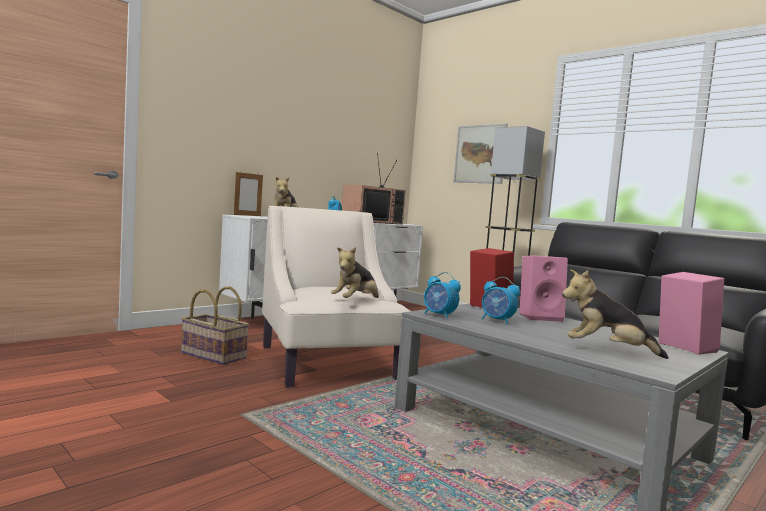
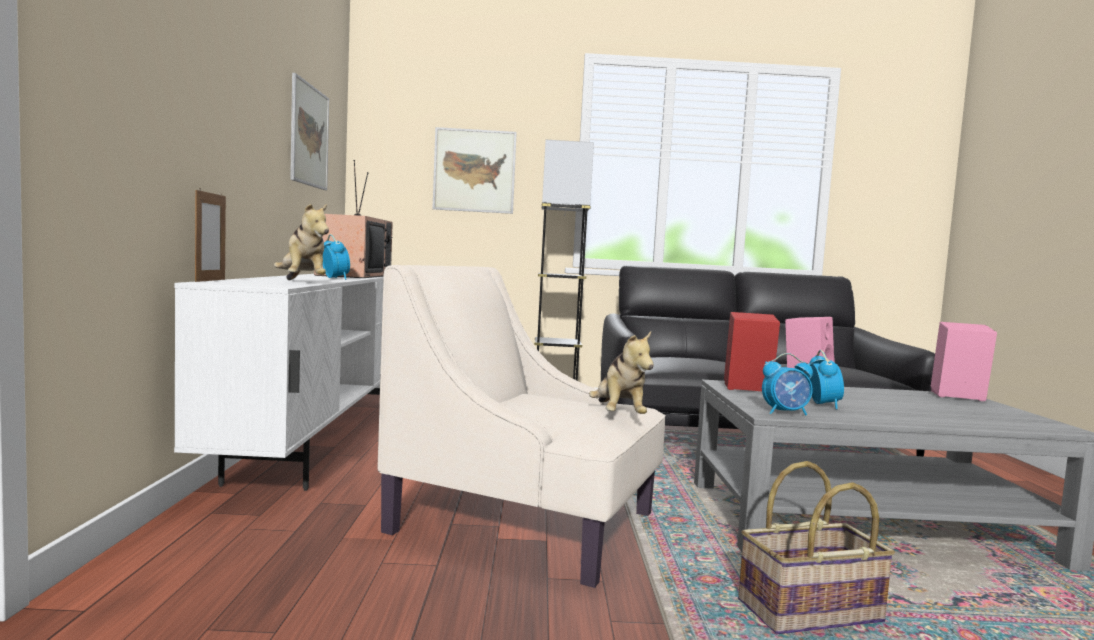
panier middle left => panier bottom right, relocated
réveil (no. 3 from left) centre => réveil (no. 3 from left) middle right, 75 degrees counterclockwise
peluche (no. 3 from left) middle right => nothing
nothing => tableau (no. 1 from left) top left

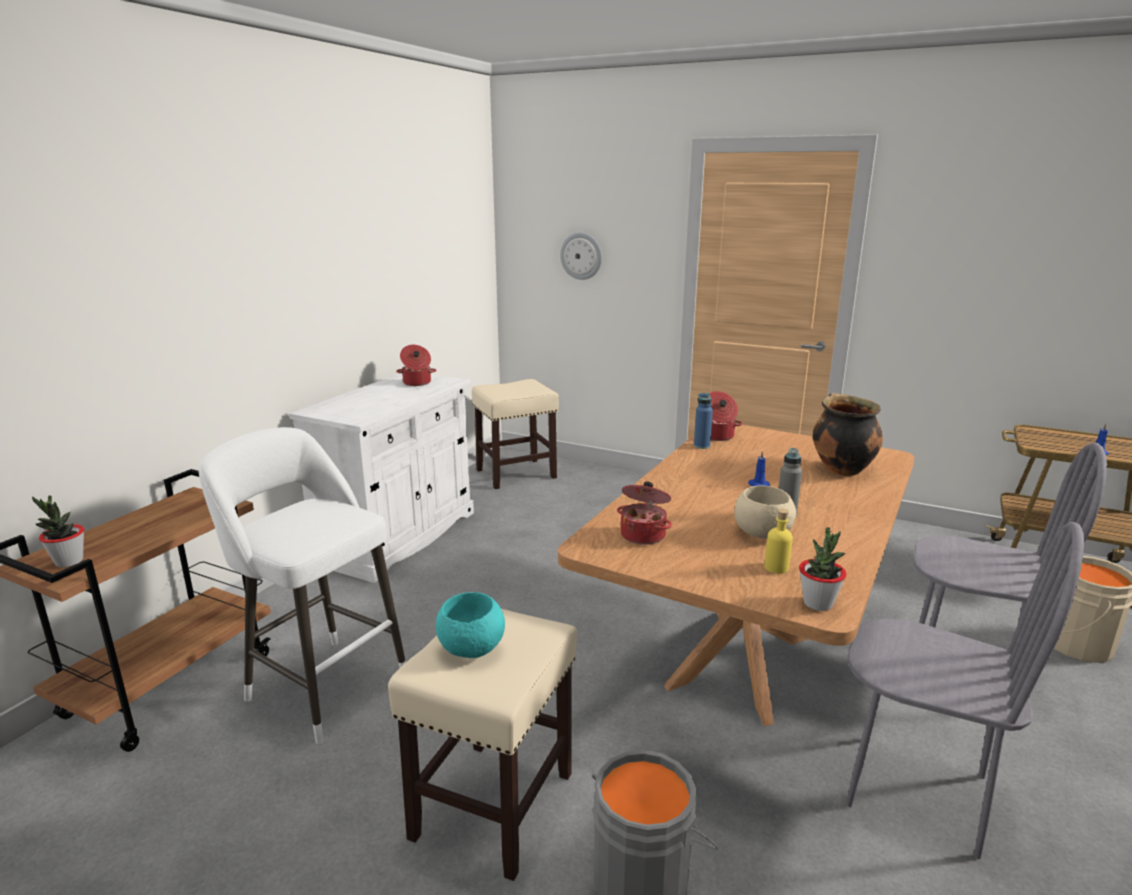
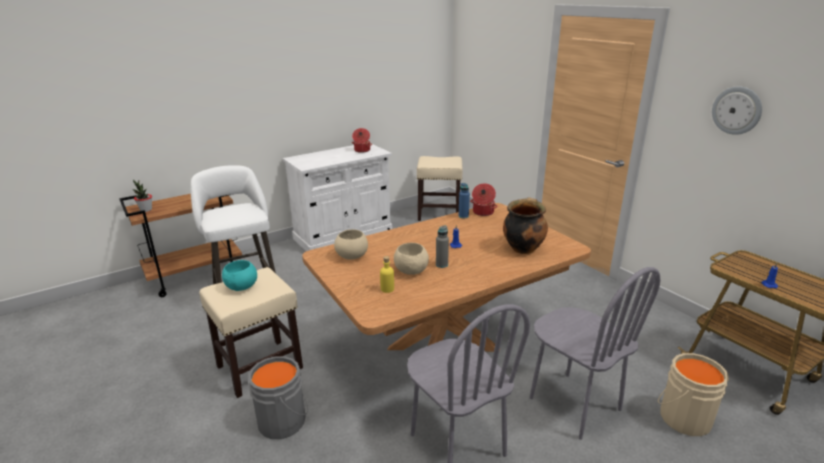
horloge murale top centre => horloge murale top right, relocated
marmite (no. 2 from left) centre => bol [beige] (no. 1 from left) centre
plante en pot (no. 2 from left) middle right => nothing

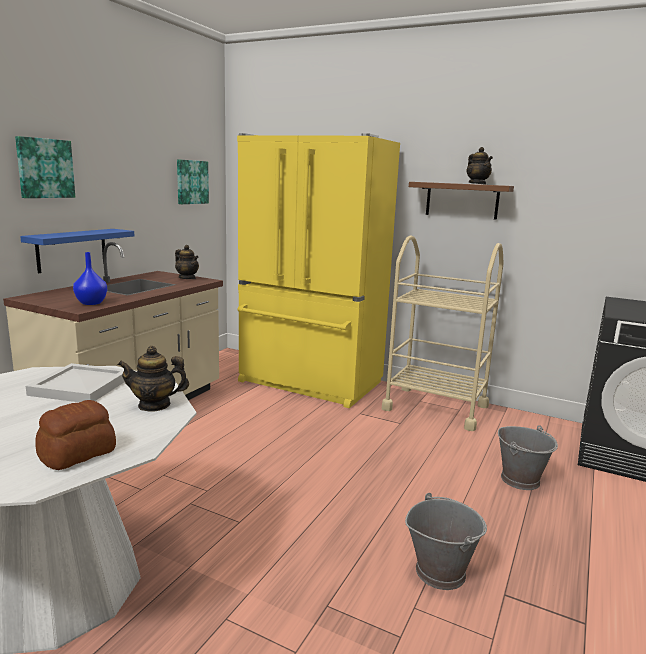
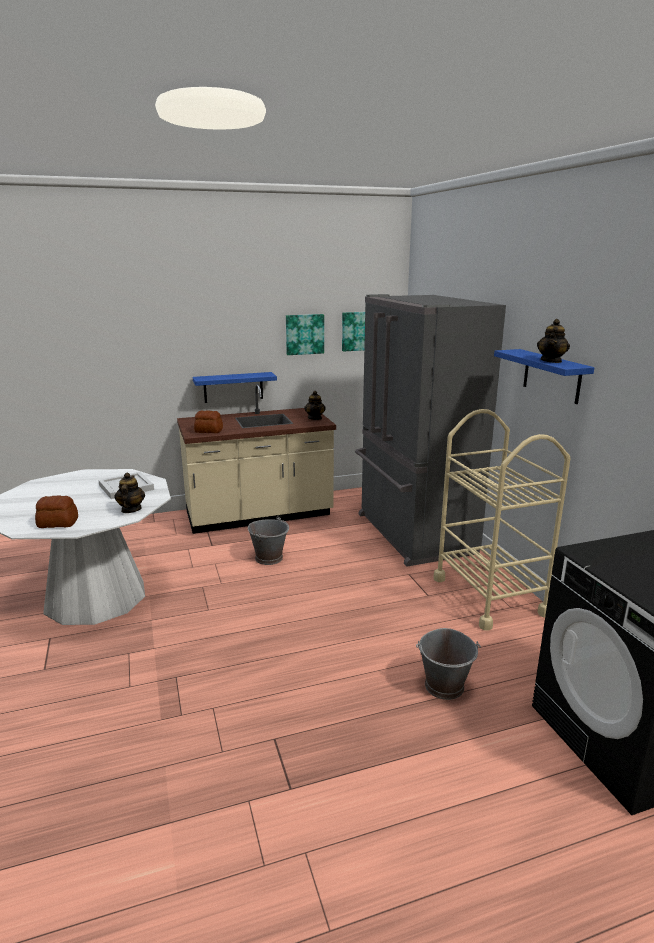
tableau (no. 1 from left) top left => tableau (no. 1 from left) centre, relocated
vase [bleu] middle left => pain (no. 2 from left) middle left
théière (no. 1 from left) middle left, 45 degrees clockwise
réfrigérateur [jaune] centre => réfrigérateur [gris] centre
seau [gris] (no. 1 from left) bottom right => seau [gris] (no. 1 from left) centre, relocated
étagère [marron] top right => étagère [bleu] (no. 2 from left) middle right

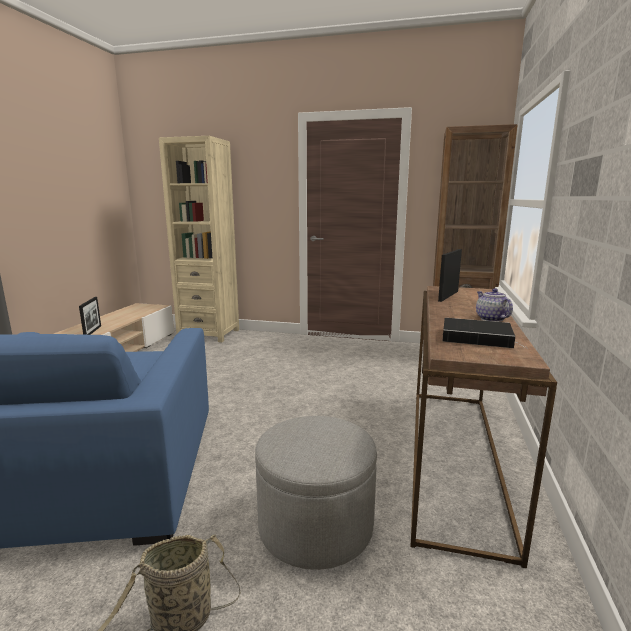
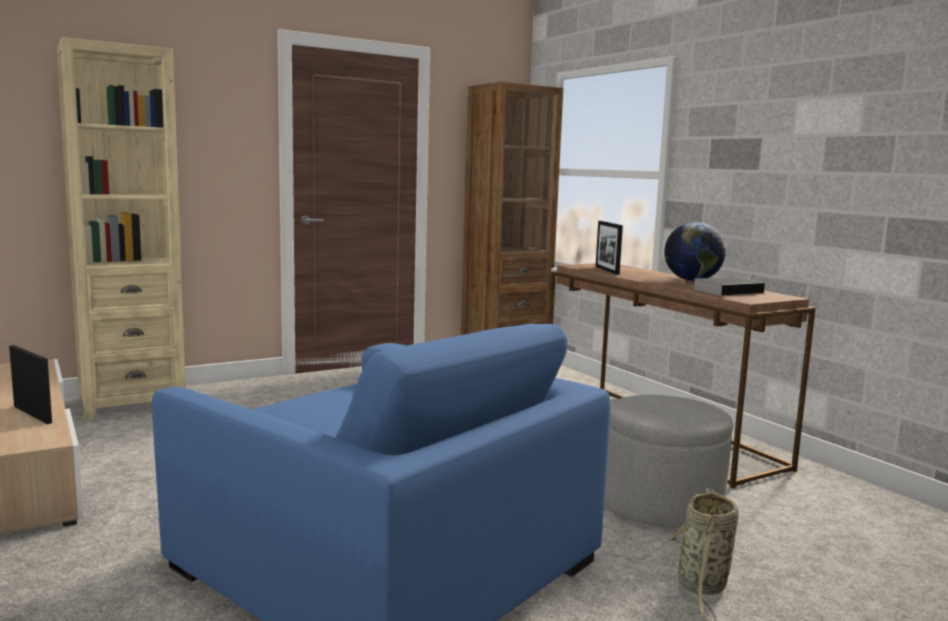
théière middle right => globe middle right

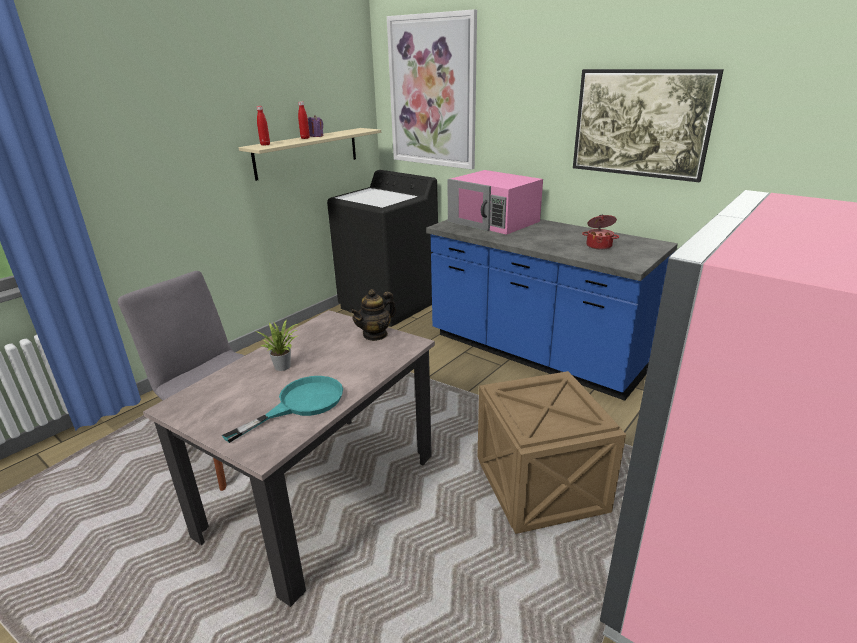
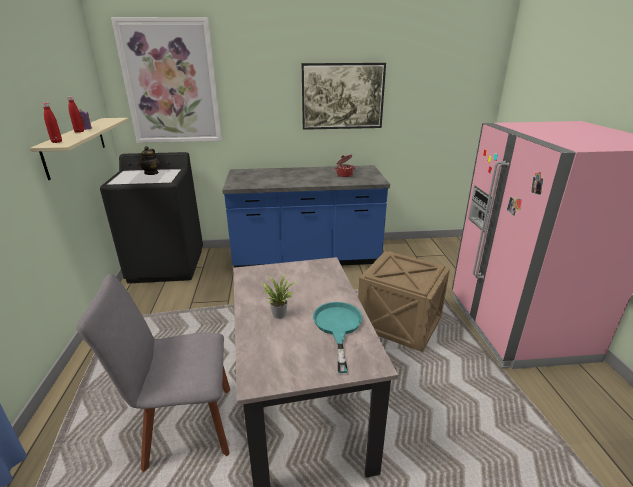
théière centre => théière top left, relocated
micro-ondes [rose] top centre => nothing

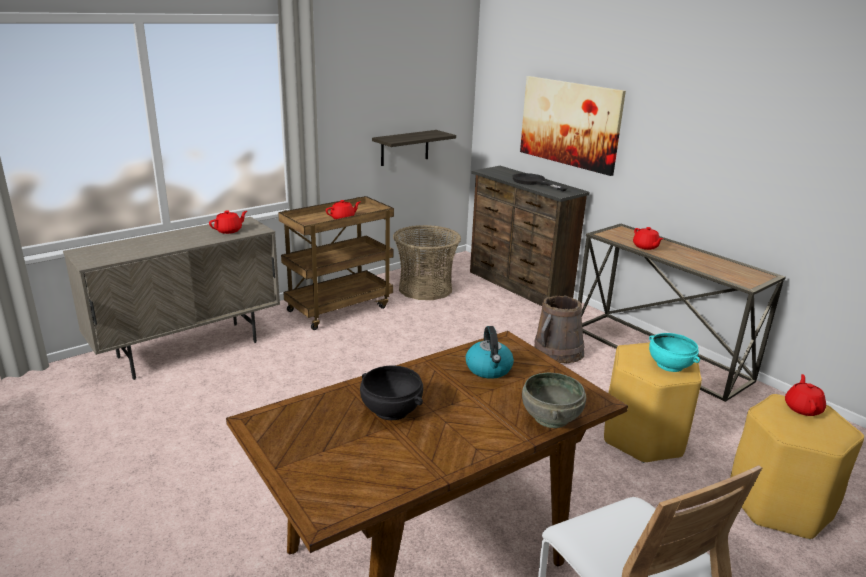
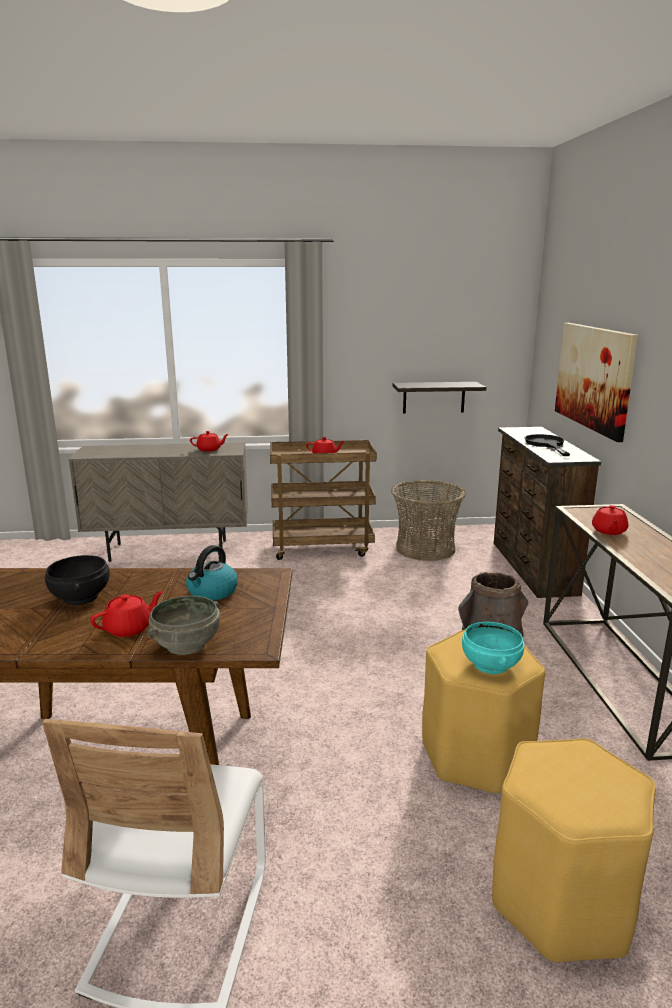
théière [rouge] (no. 4 from left in the first image) bottom right => théière [rouge] (no. 1 from left) middle left, relocated

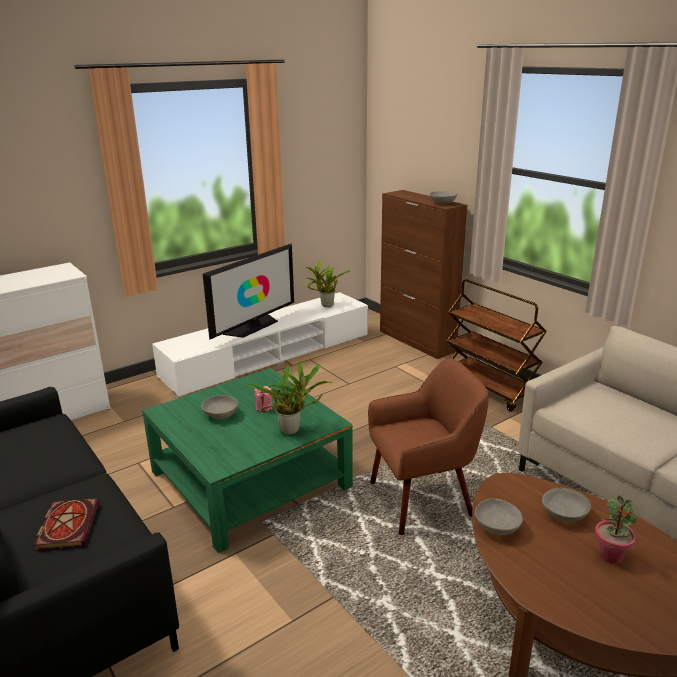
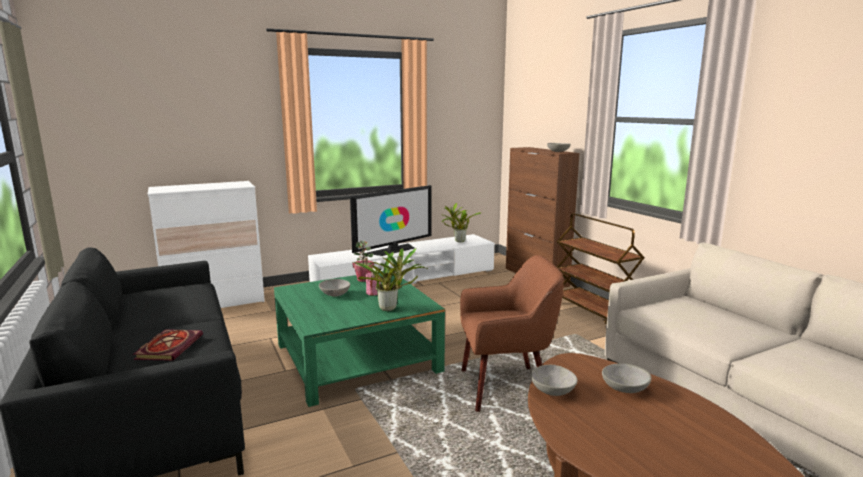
plante en pot (no. 3 from left in the first image) bottom right => plante en pot (no. 1 from left) centre, relocated

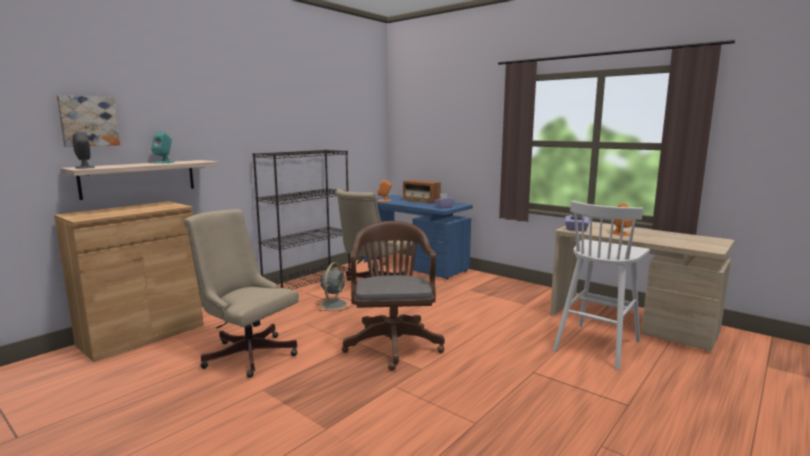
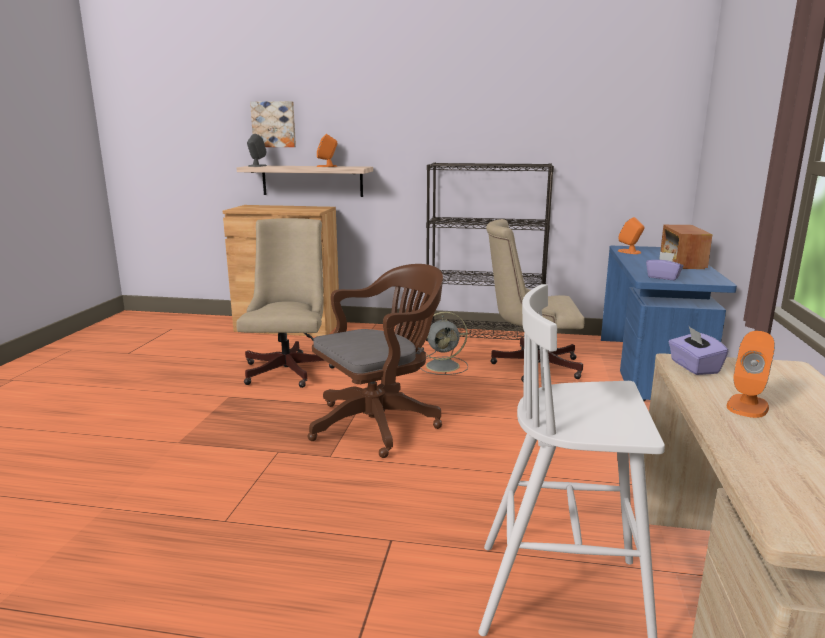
enceinte [turquoise] top left => enceinte [orange] (no. 1 from left) top centre

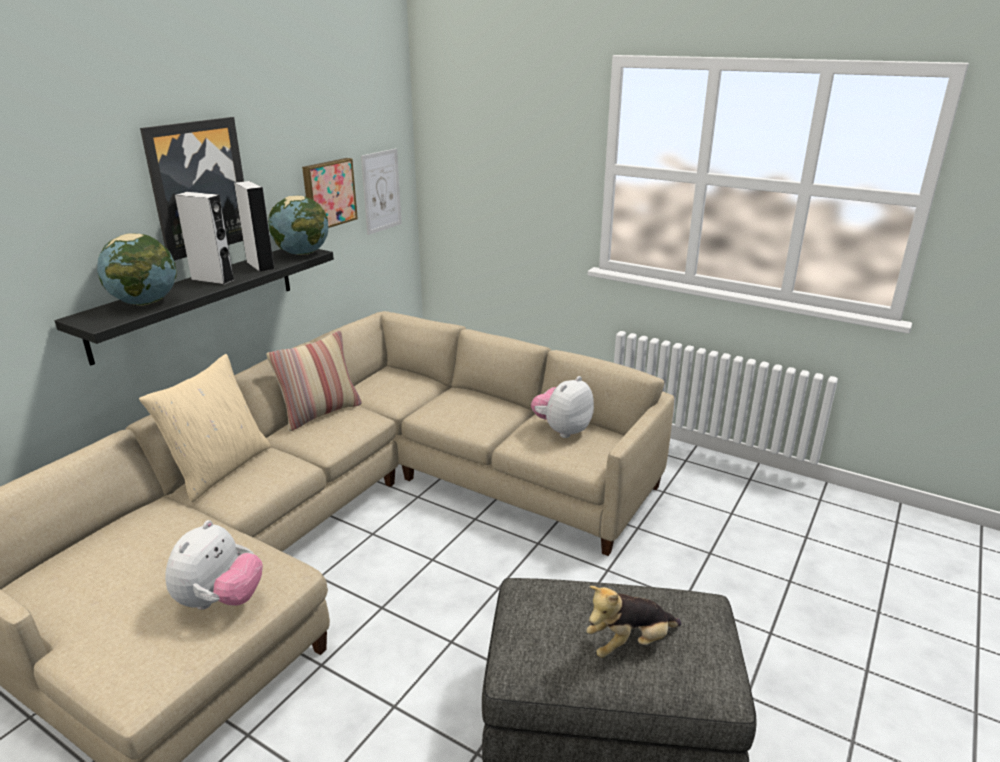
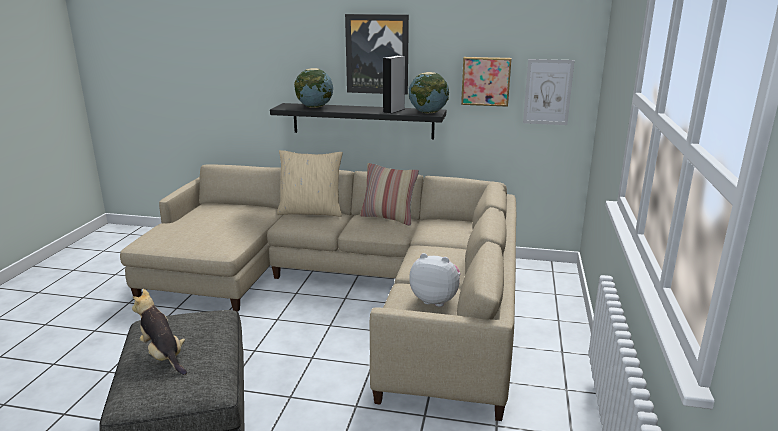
peluche (no. 1 from left) bottom left => nothing
enceinte [gris] (no. 1 from left) top left => nothing

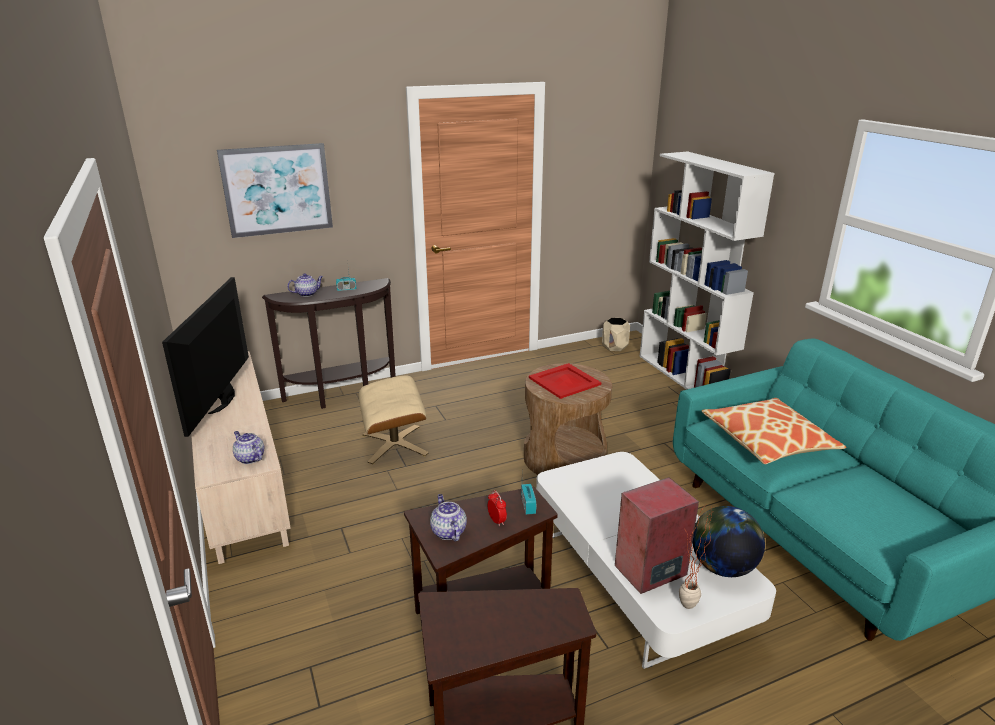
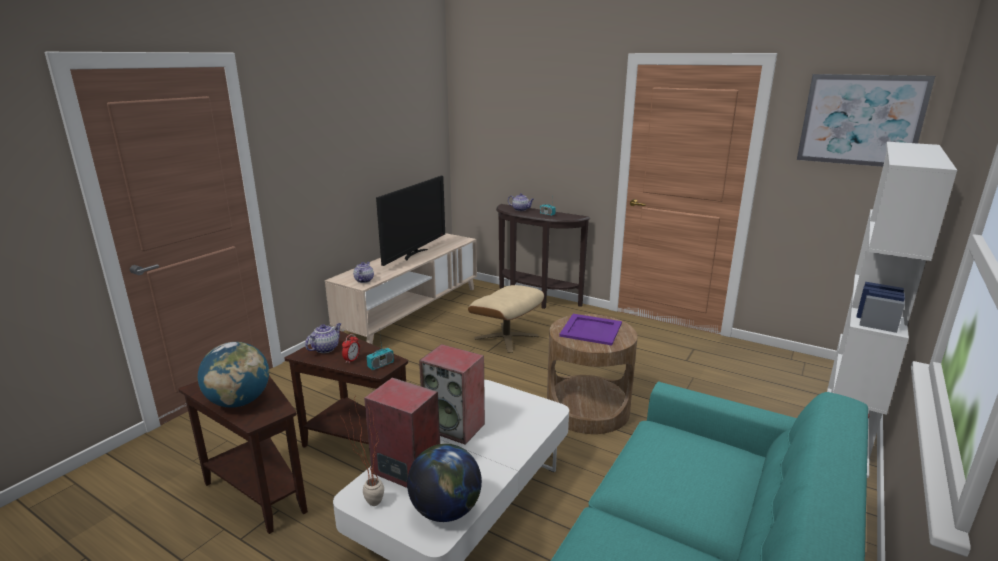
téléviseur middle left => téléviseur centre, 150 degrees clockwise
tableau top left => tableau top right, relocated
plateau [rouge] centre => plateau [violet] centre
cache-pot [beige] centre => nothing
coussin middle right => nothing
nothing => globe (no. 1 from left) bottom left
nothing => enceinte (no. 2 from left) bottom centre

